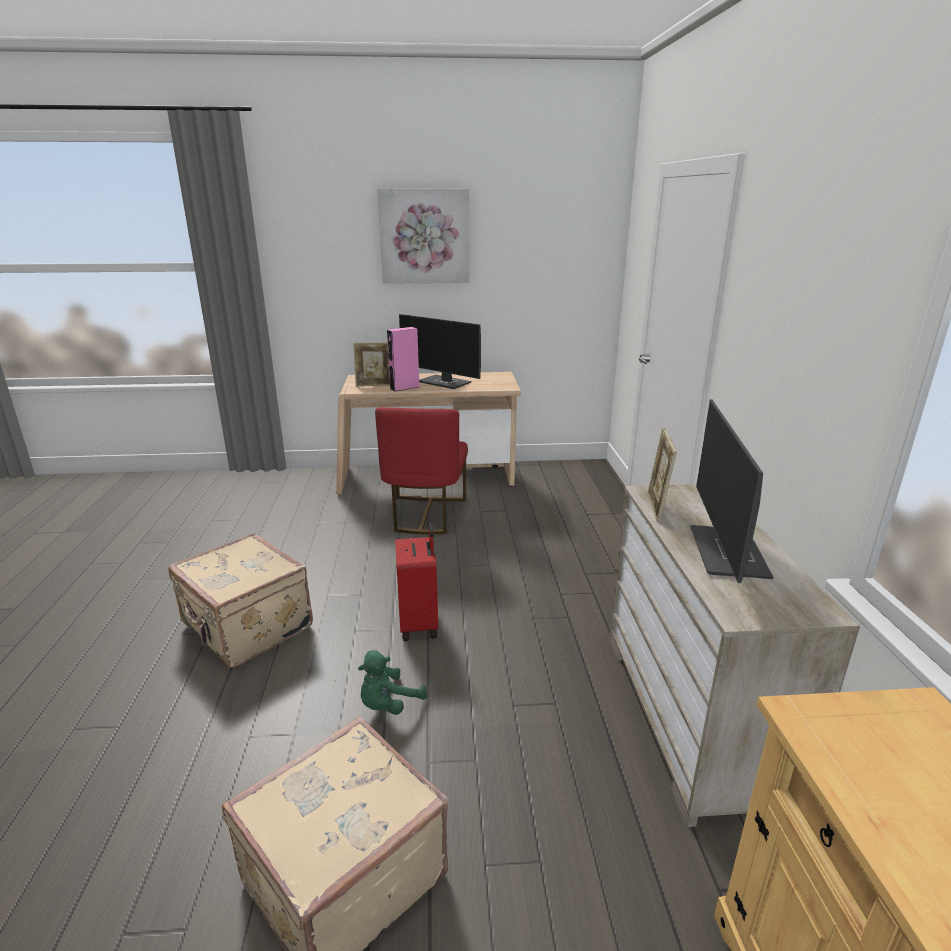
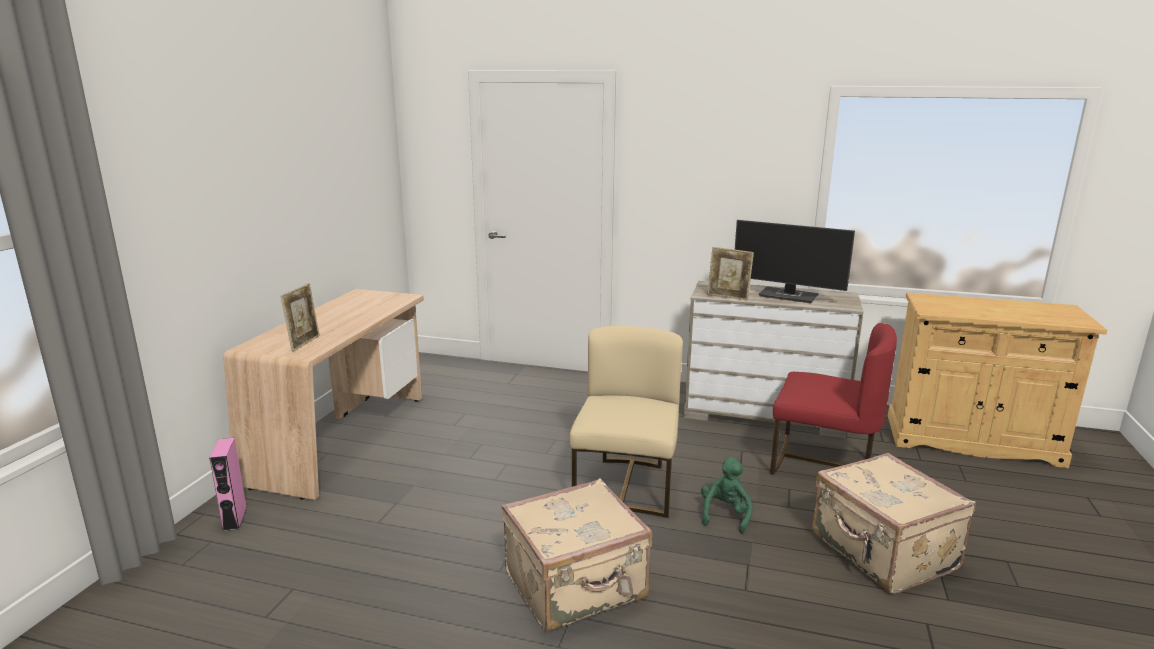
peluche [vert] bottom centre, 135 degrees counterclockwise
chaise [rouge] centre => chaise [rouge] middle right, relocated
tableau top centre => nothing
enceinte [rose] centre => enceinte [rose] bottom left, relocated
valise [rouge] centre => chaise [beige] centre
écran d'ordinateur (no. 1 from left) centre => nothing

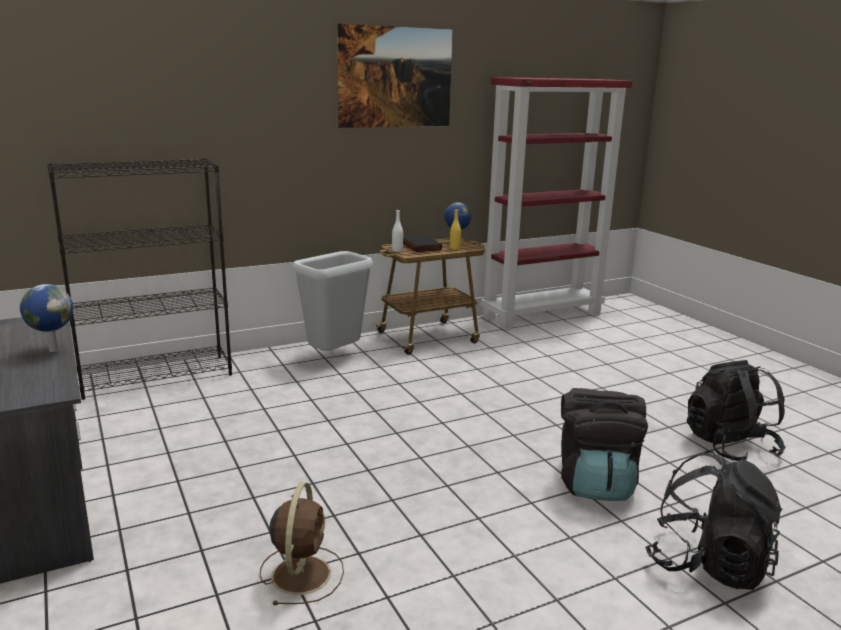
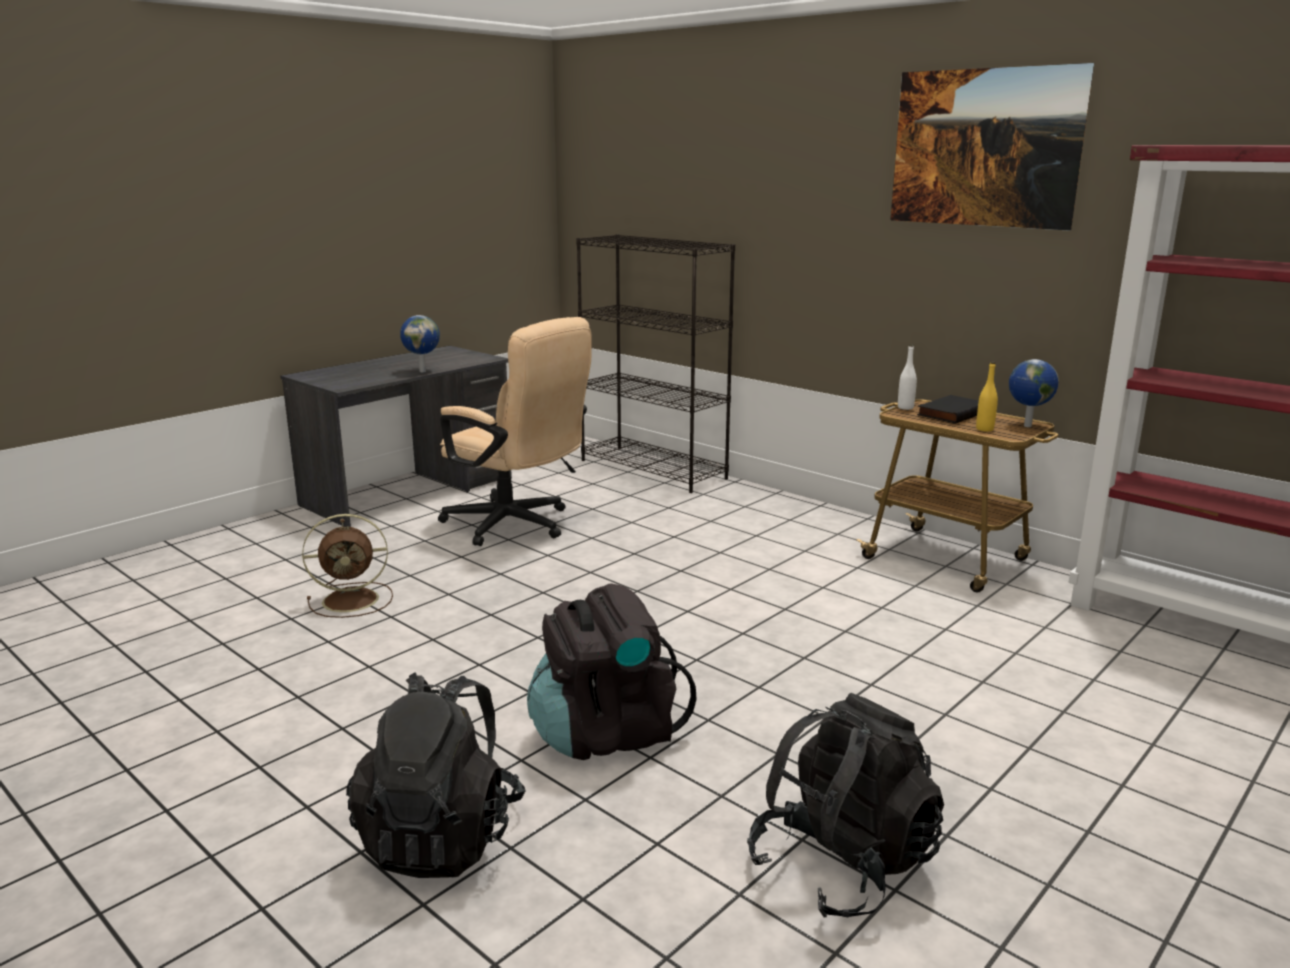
poubelle [gris] centre => nothing
nothing => chaise de bureau [beige] centre

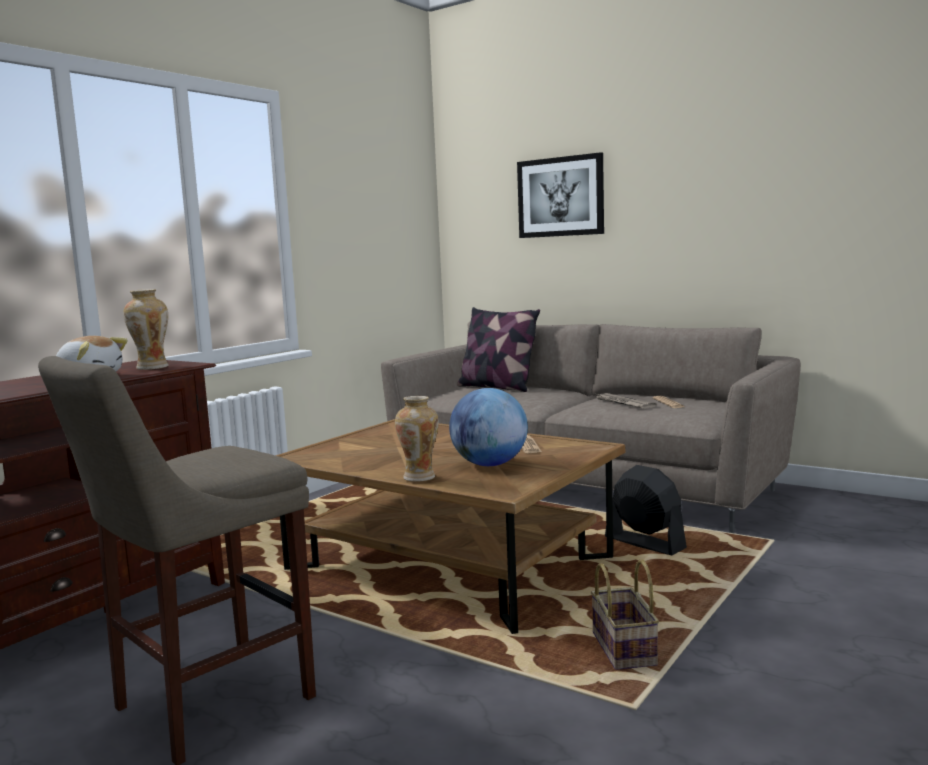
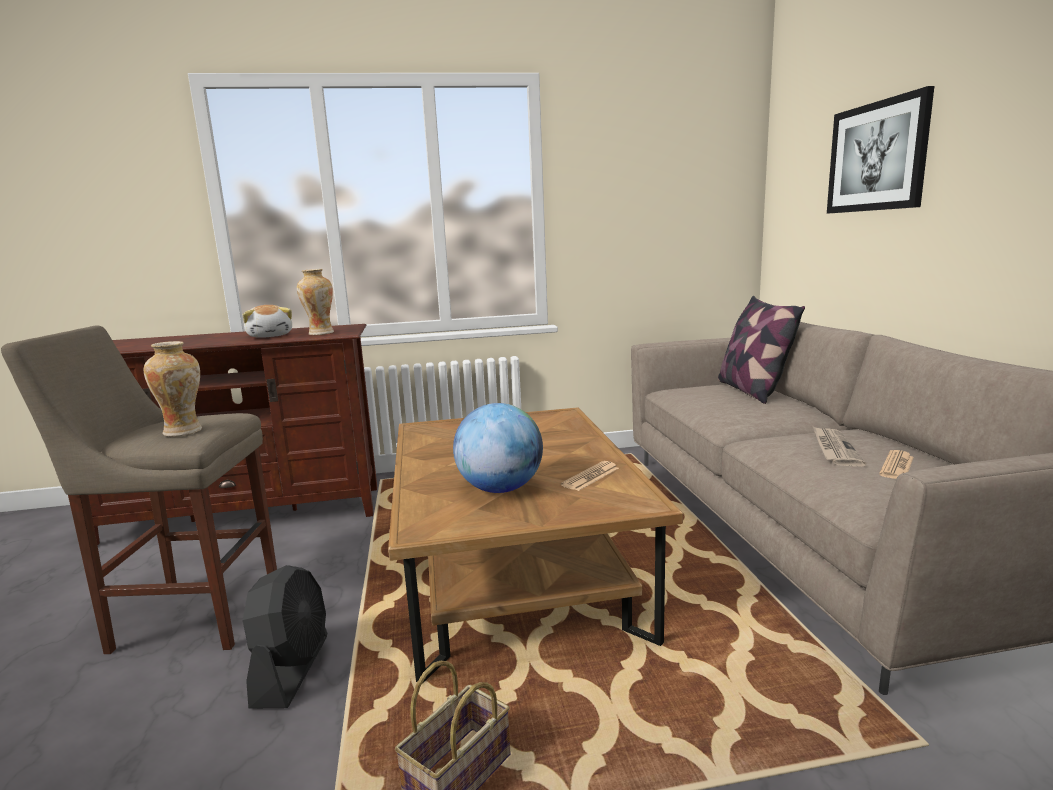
vase (no. 2 from left in the first image) centre => vase (no. 1 from left) middle left, relocated
ventilateur [noir] bottom right => ventilateur [noir] bottom left, relocated

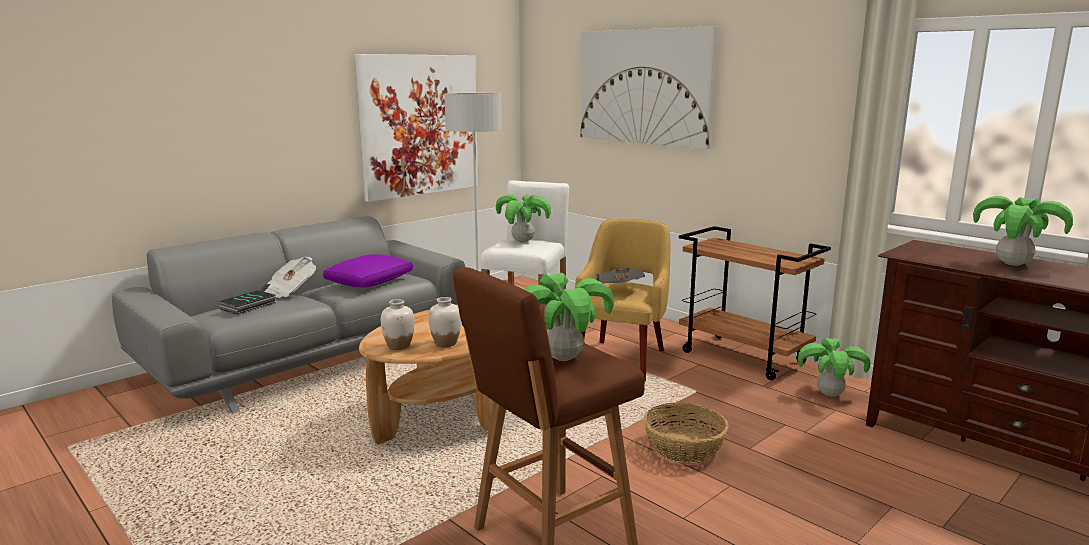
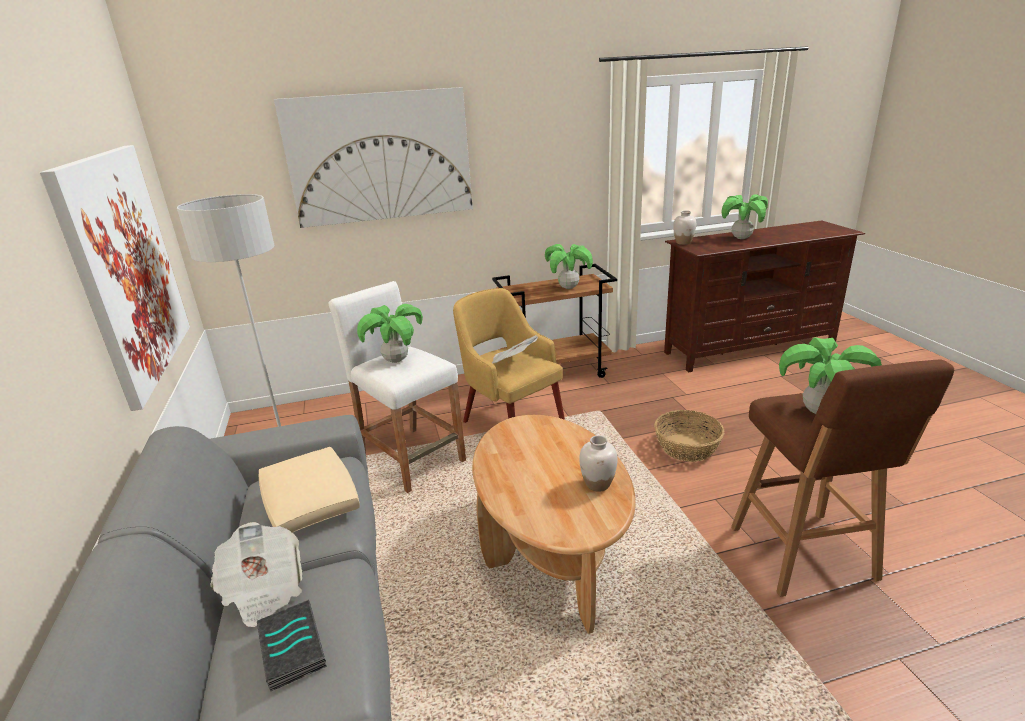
coussin [violet] centre => coussin [beige] bottom left
vase [blanc] (no. 1 from left in the first image) centre => vase [blanc] (no. 2 from left) top right, relocated
plante en pot (no. 3 from left in the first image) bottom right => plante en pot (no. 2 from left) centre, relocated

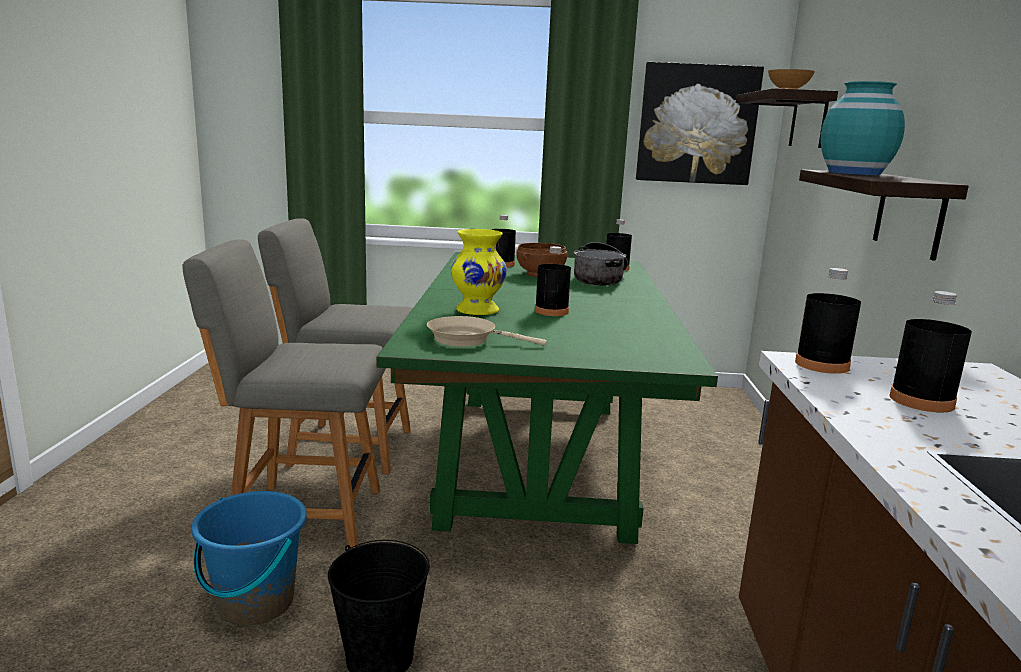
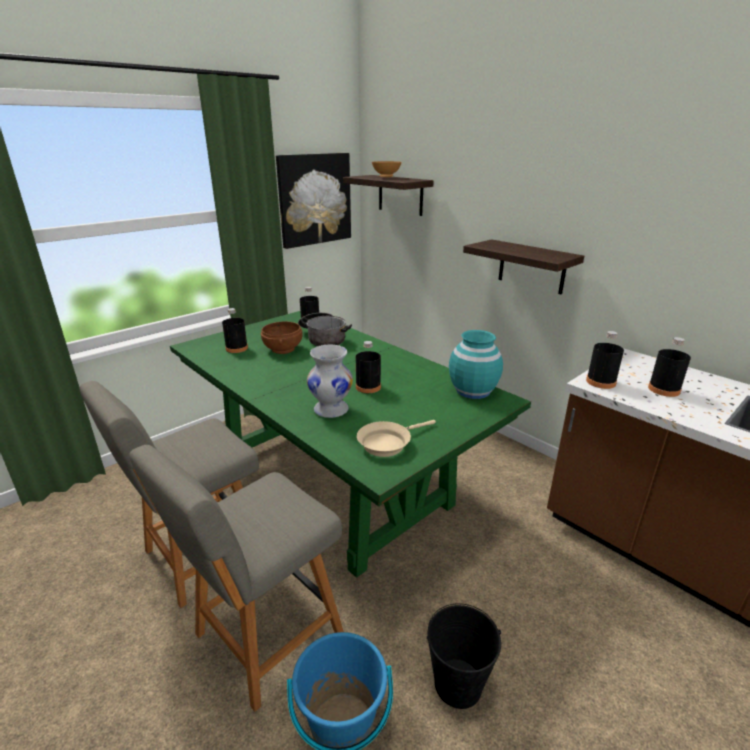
vase [jaune] centre => vase [blanc] centre
vase [turquoise] top right => vase [turquoise] centre, relocated

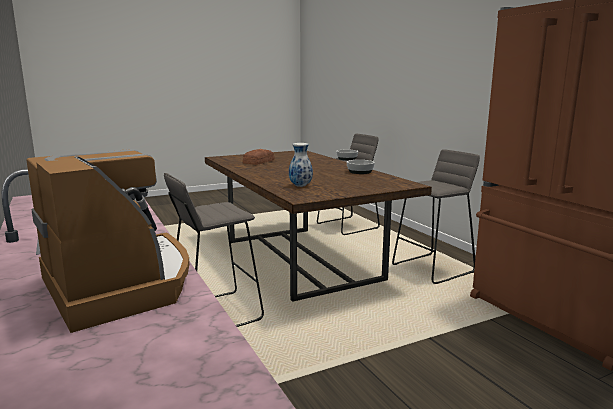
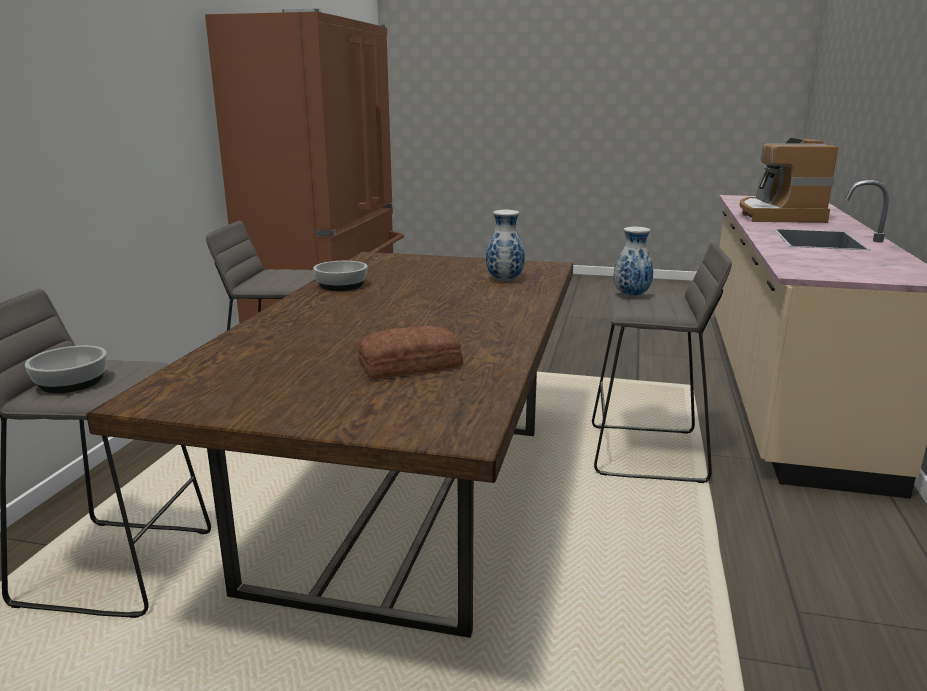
nothing => vase (no. 2 from left) middle right

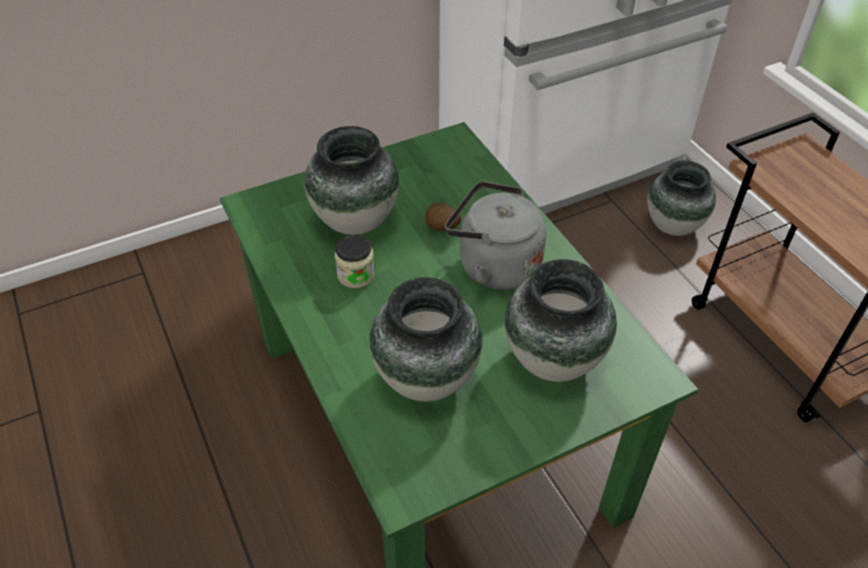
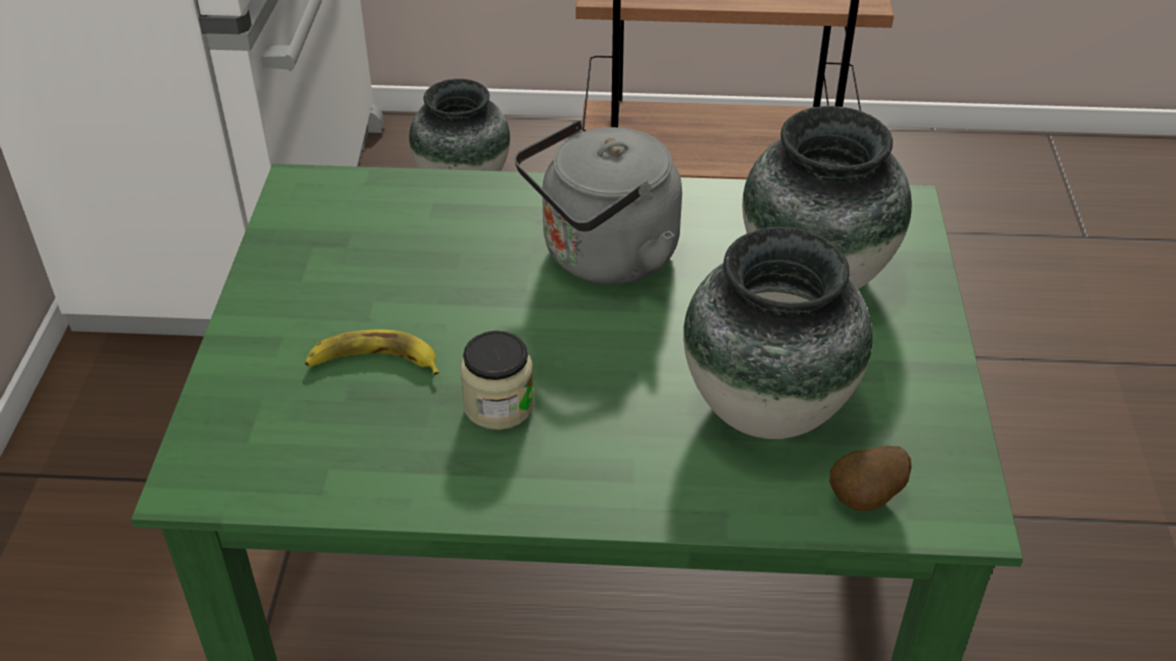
vase (no. 1 from left) top centre => banane middle left
pomme de terre centre => pomme de terre bottom right, relocated

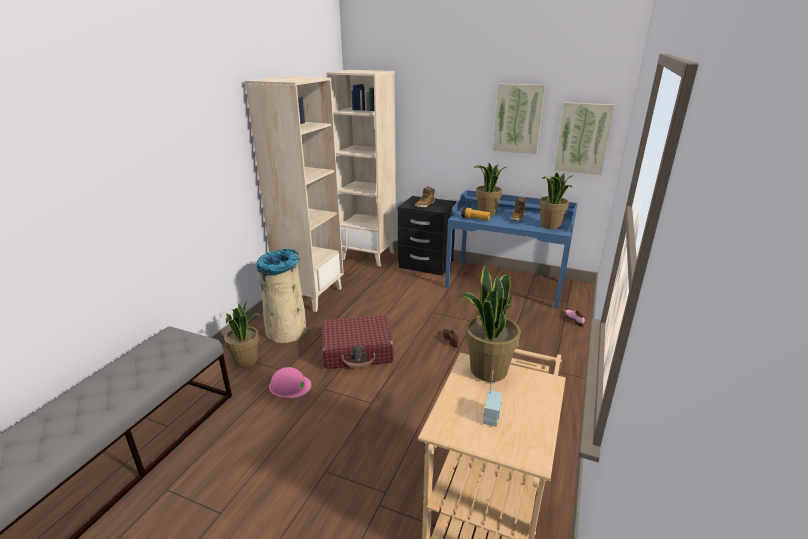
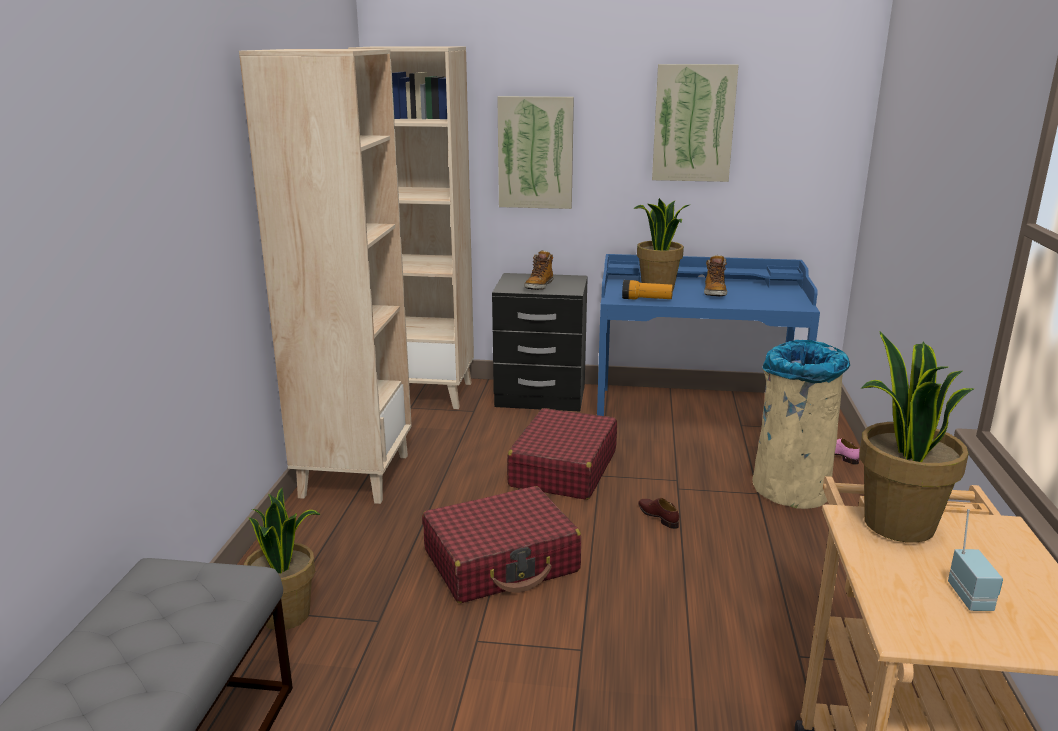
poubelle [beige] centre => poubelle [beige] middle right, relocated
casque de chantier [rose] bottom centre => nothing
plante en pot (no. 4 from left) middle right => nothing
tableau (no. 2 from left in the first image) top right => tableau (no. 1 from left) top centre, relocated
nothing => valise [rouge] (no. 2 from left) centre

